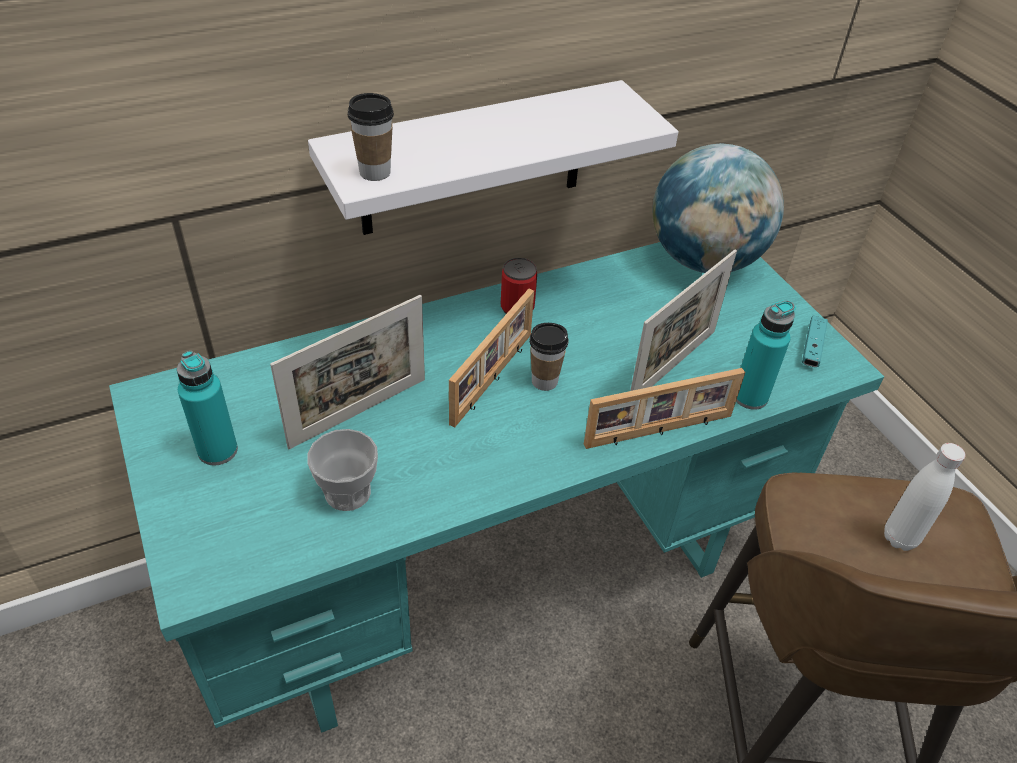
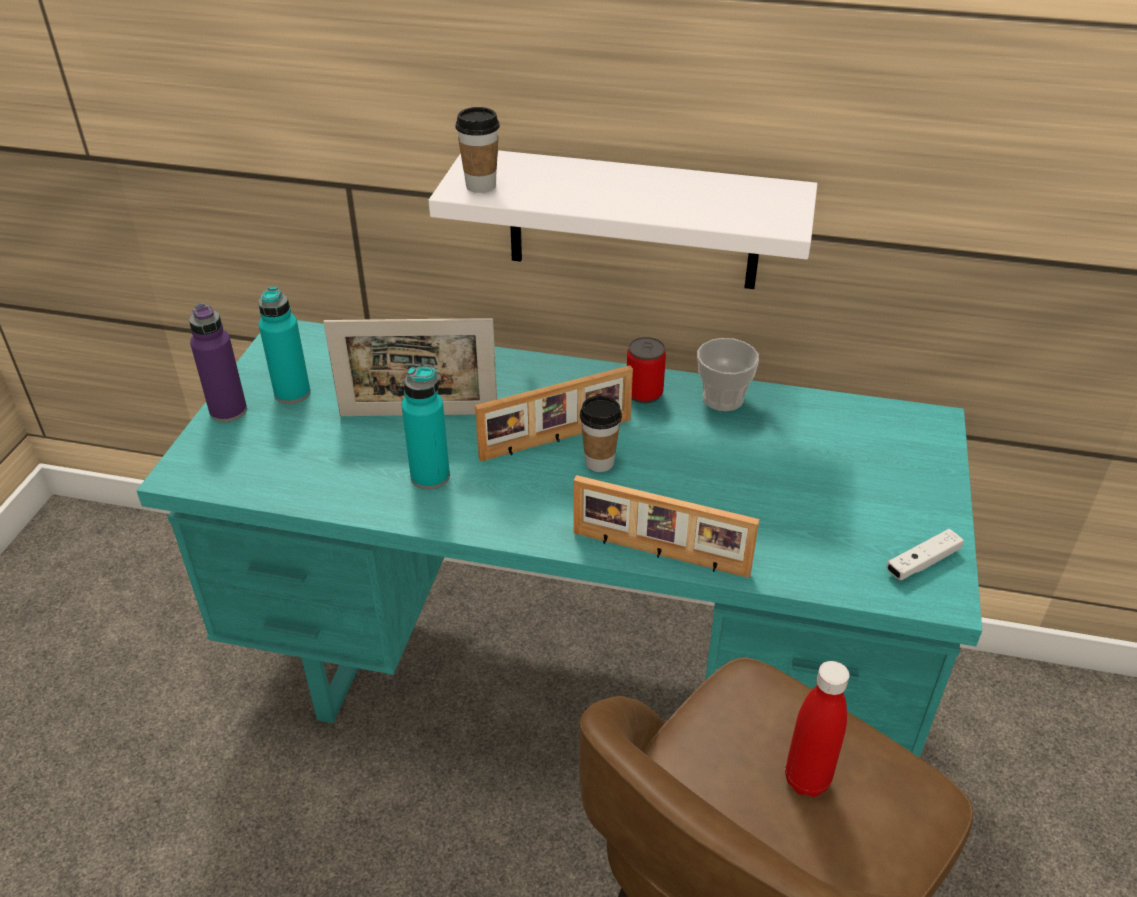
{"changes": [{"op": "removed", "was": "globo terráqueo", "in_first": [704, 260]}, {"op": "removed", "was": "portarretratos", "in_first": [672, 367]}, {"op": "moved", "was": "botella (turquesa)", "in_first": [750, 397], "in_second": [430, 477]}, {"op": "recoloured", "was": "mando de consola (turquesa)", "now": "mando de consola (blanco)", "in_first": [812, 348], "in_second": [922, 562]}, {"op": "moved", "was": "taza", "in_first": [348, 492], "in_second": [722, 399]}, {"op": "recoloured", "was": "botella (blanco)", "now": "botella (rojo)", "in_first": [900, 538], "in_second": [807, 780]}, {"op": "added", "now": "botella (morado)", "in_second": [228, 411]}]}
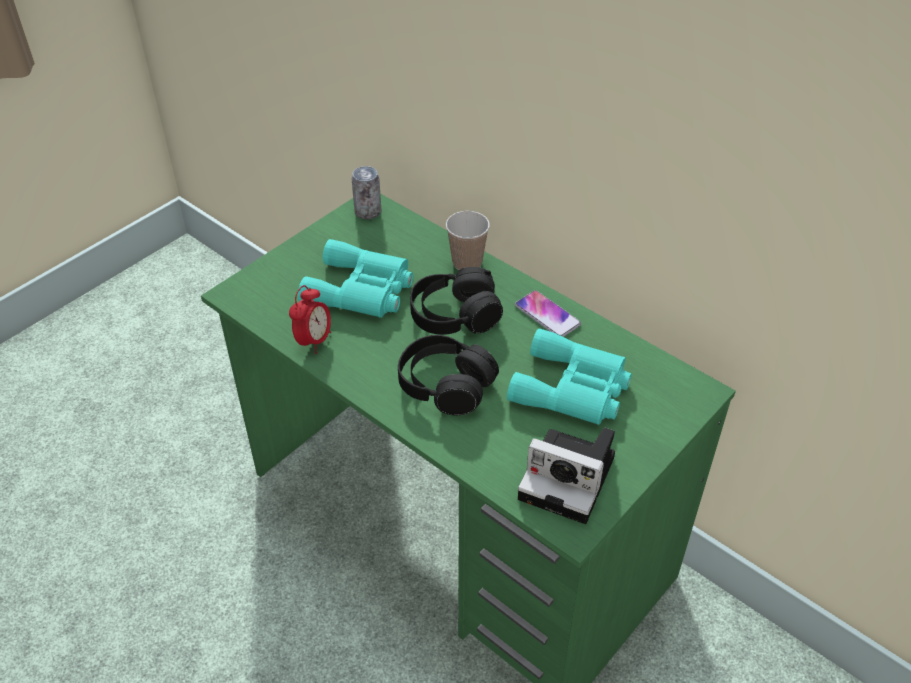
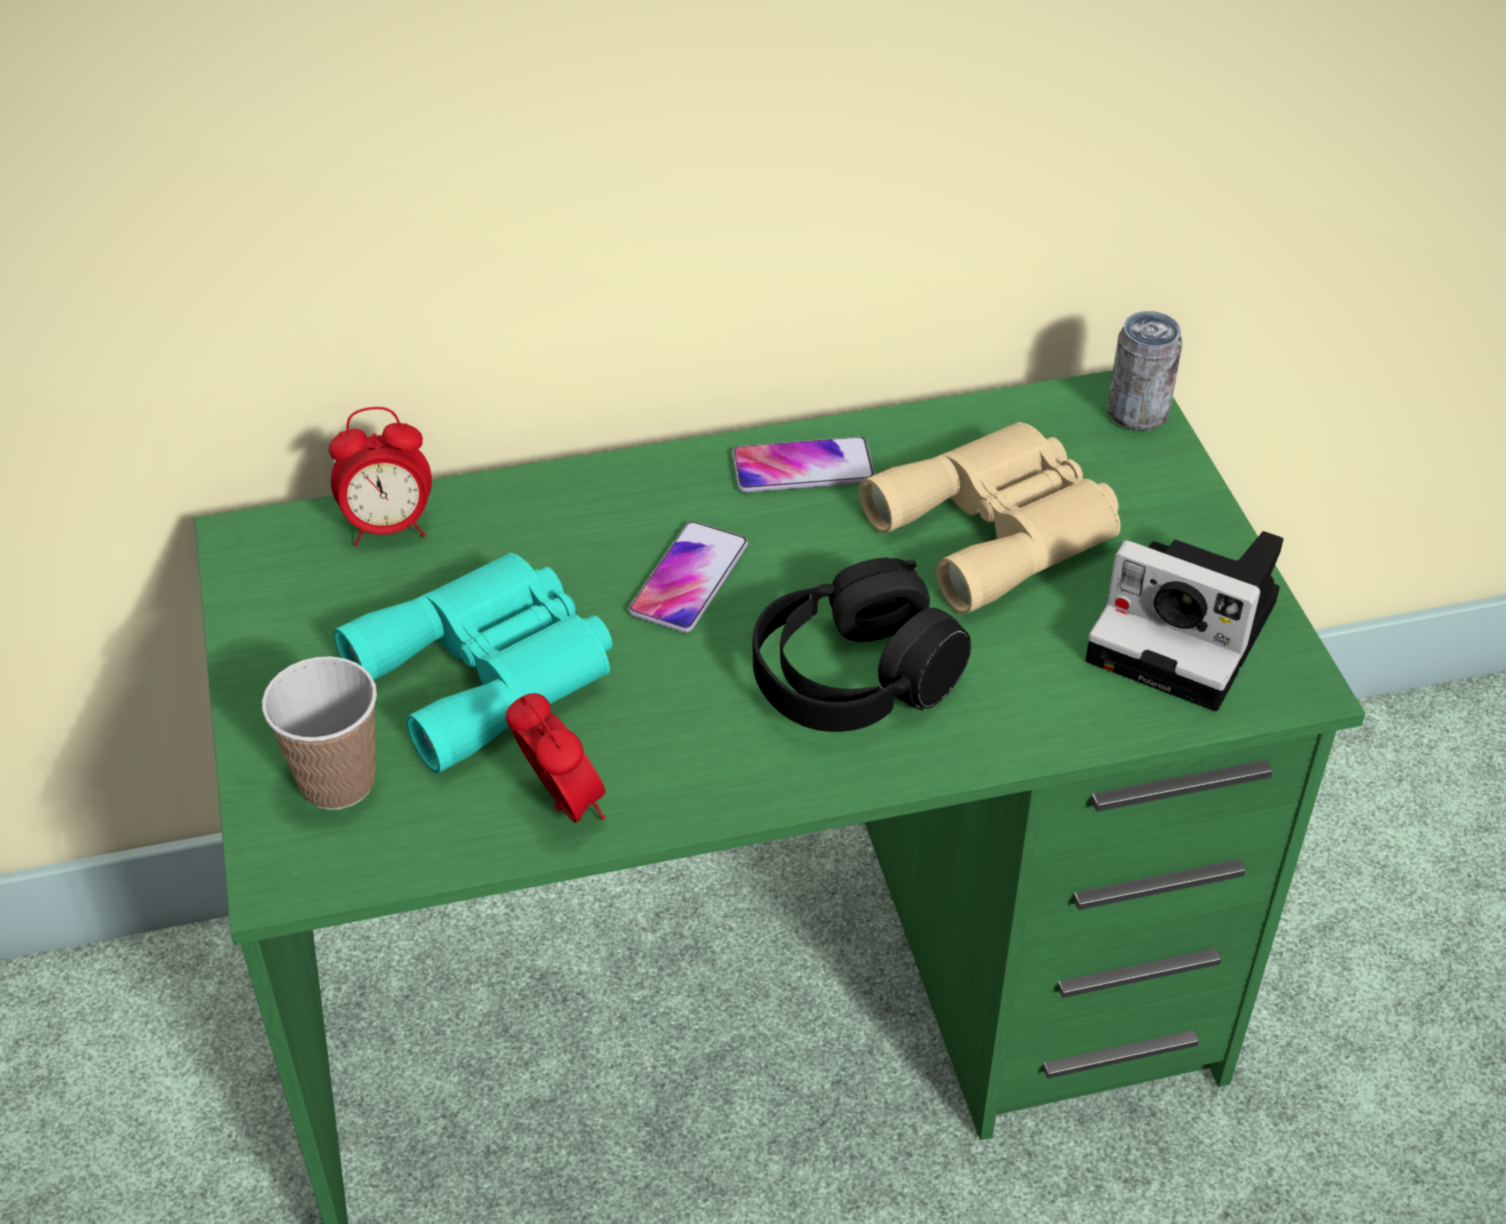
{"changes": [{"op": "moved", "was": "lata", "in_first": [368, 212], "in_second": [1137, 413]}, {"op": "moved", "was": "taza", "in_first": [467, 263], "in_second": [337, 782]}, {"op": "replaced", "was": "auriculares (negro)", "now": "móvil", "in_first": [454, 315], "in_second": [689, 579]}, {"op": "recoloured", "was": "prismáticos (turquesa)", "now": "prismáticos (beis)", "in_first": [573, 389], "in_second": [1001, 527]}, {"op": "turned", "was": "cámara", "in_first": [571, 478], "in_second": [1190, 632], "clockwise": 60}, {"op": "added", "now": "despertador", "in_second": [389, 527]}]}
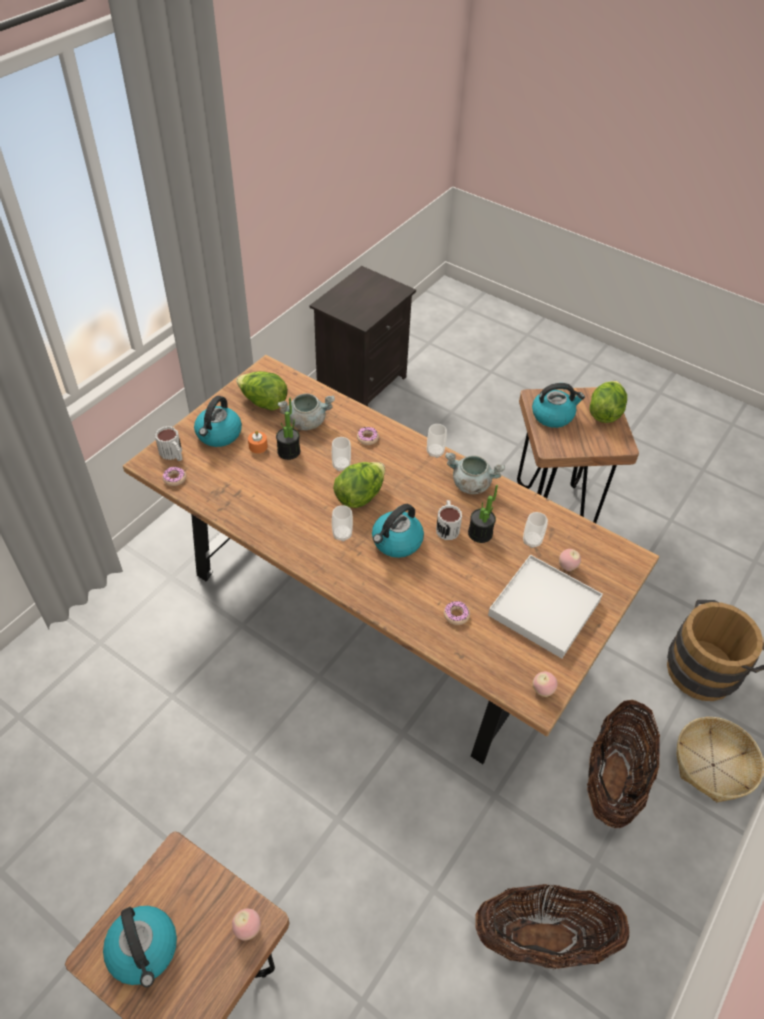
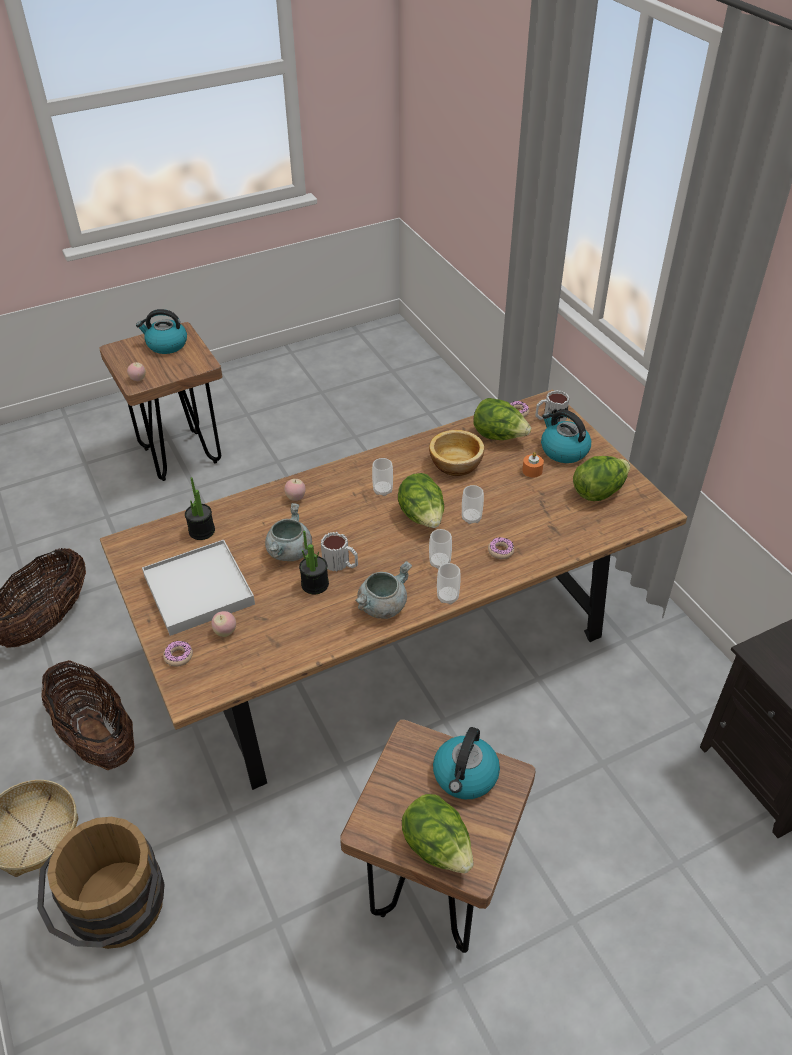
{"changes": [{"op": "moved", "was": "olla (gris)", "in_first": [307, 422], "in_second": [290, 552]}, {"op": "moved", "was": "planta en maceta", "in_first": [288, 451], "in_second": [202, 531]}, {"op": "removed", "was": "hervidor", "in_first": [396, 542]}, {"op": "moved", "was": "taza", "in_first": [532, 541], "in_second": [439, 562]}, {"op": "moved", "was": "rosquilla", "in_first": [456, 615], "in_second": [178, 656]}, {"op": "moved", "was": "manzana", "in_first": [542, 690], "in_second": [296, 498]}, {"op": "added", "now": "lechuga", "in_second": [499, 436]}, {"op": "added", "now": "cuenco", "in_second": [457, 464]}]}
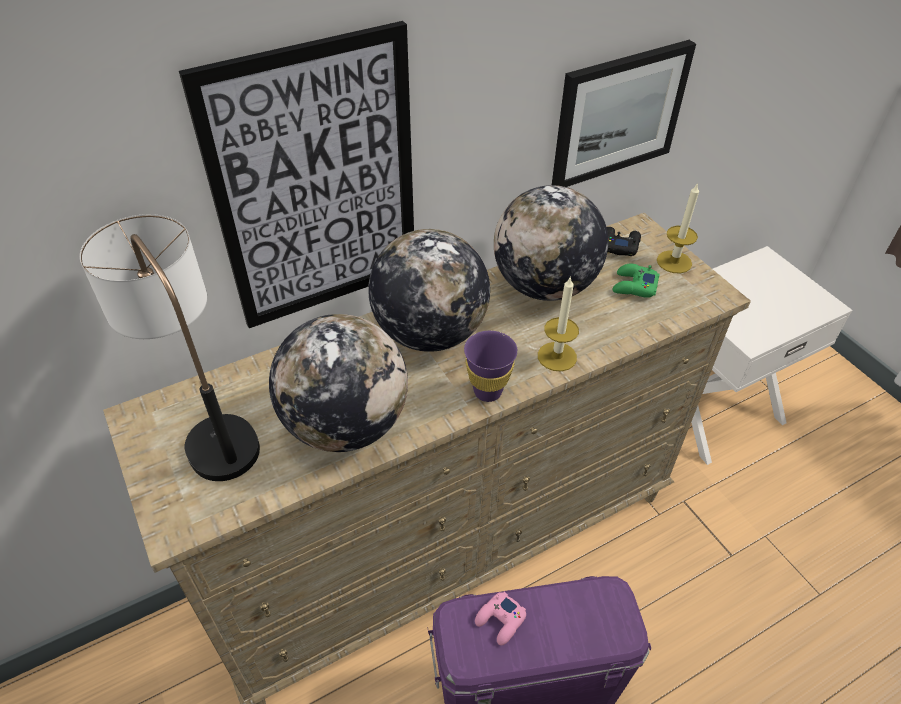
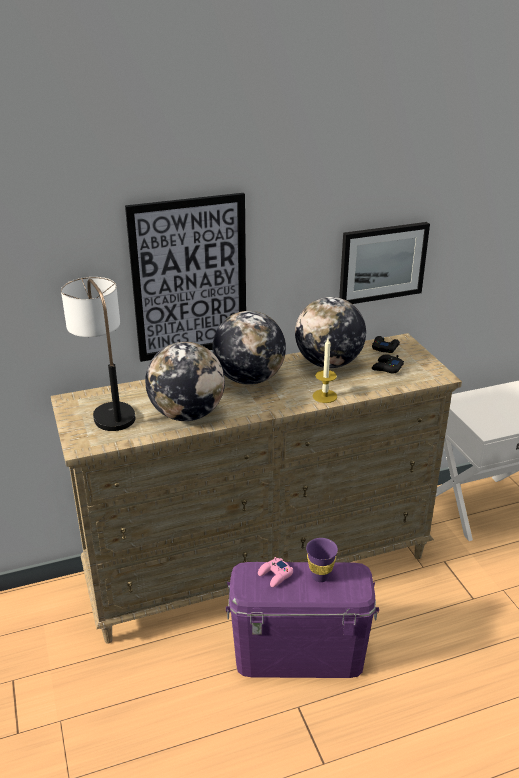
{"changes": [{"op": "removed", "was": "vela", "in_first": [674, 262]}, {"op": "recoloured", "was": "mando de consola (verde)", "now": "mando de consola (negro)", "in_first": [634, 286], "in_second": [386, 368]}, {"op": "moved", "was": "taza (morado)", "in_first": [487, 391], "in_second": [320, 576]}]}
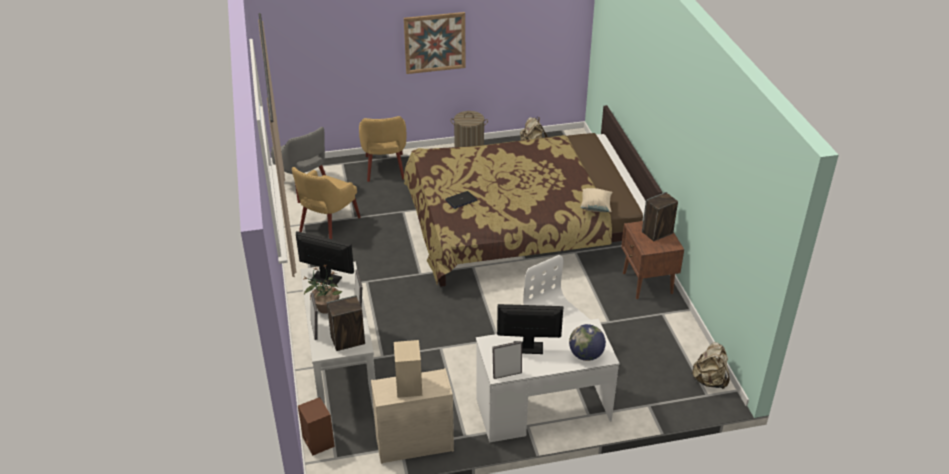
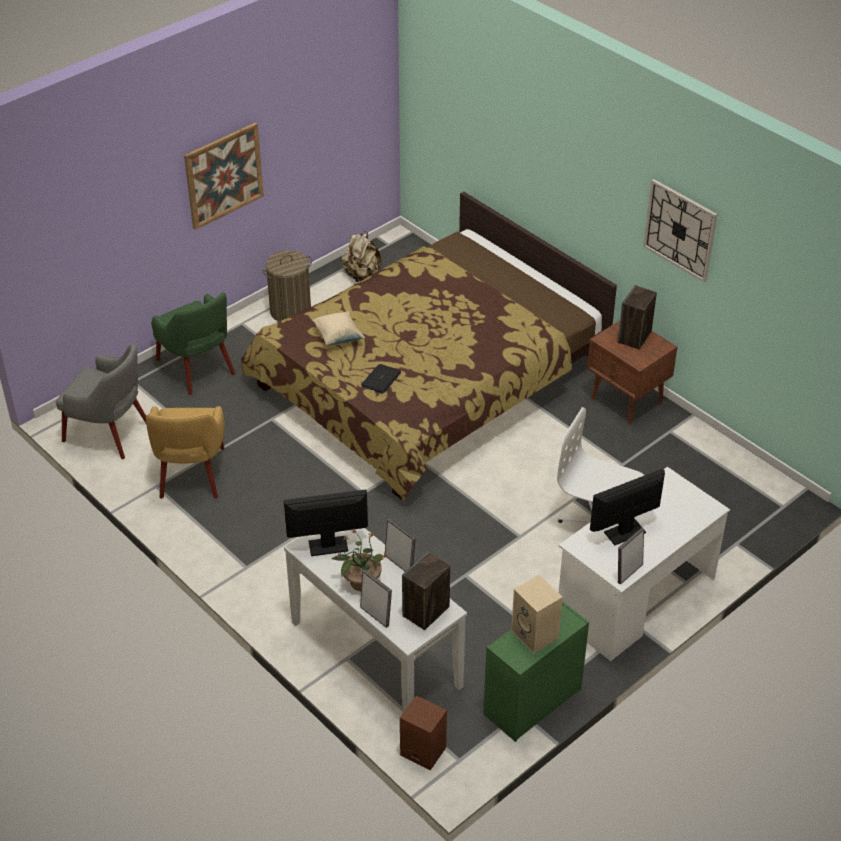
{"changes": [{"op": "recoloured", "was": "sillón (amarillo)", "now": "sillón (verde)", "in_first": [385, 168], "in_second": [197, 368]}, {"op": "moved", "was": "cojín (beis)", "in_first": [595, 207], "in_second": [338, 338]}, {"op": "removed", "was": "globo terráqueo", "in_first": [586, 355]}, {"op": "removed", "was": "mochila (beis)", "in_first": [709, 380]}, {"op": "recoloured", "was": "cómoda (beis)", "now": "cómoda (verde)", "in_first": [413, 444], "in_second": [531, 702]}, {"op": "added", "now": "reloj de pared", "in_second": [680, 230]}]}
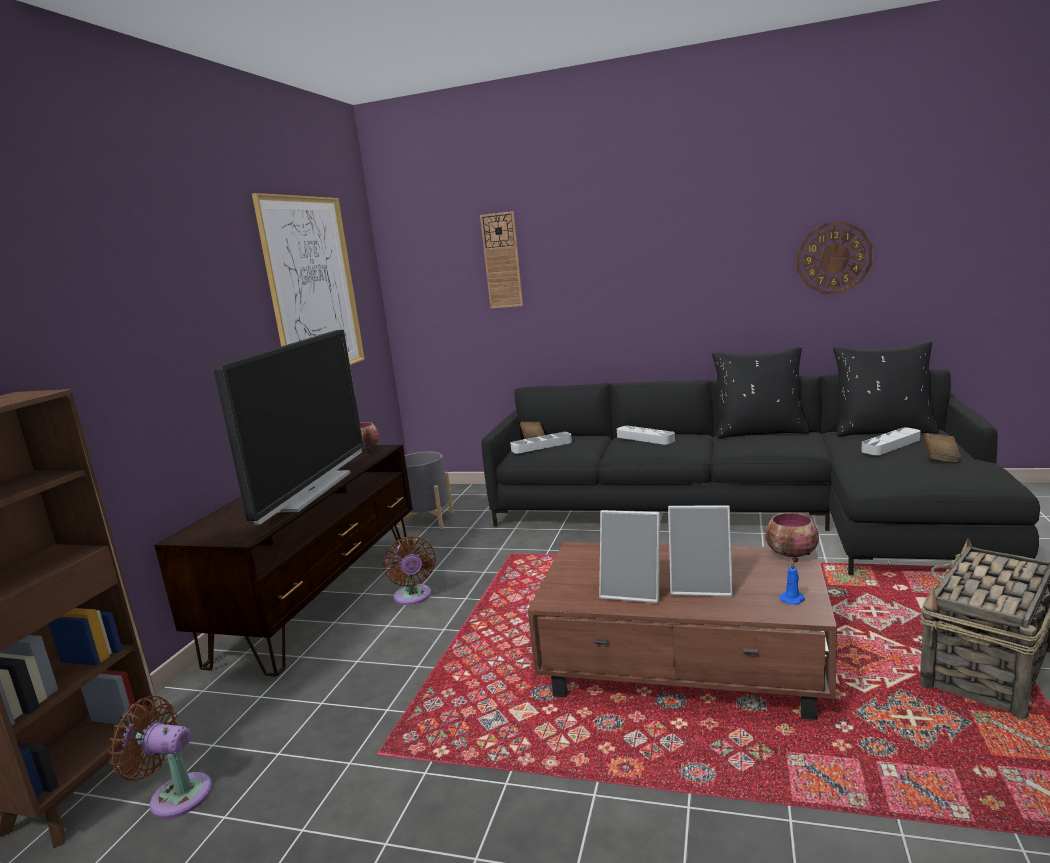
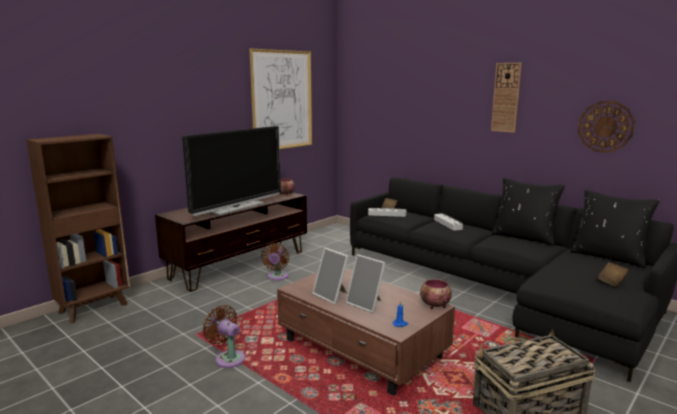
{"changes": [{"op": "moved", "was": "reloj de pared", "in_first": [502, 260], "in_second": [506, 97]}, {"op": "removed", "was": "bandeja (gris)", "in_first": [891, 445]}, {"op": "removed", "was": "maceta (gris)", "in_first": [427, 521]}, {"op": "moved", "was": "ventilador (marrón)", "in_first": [175, 795], "in_second": [228, 358]}]}
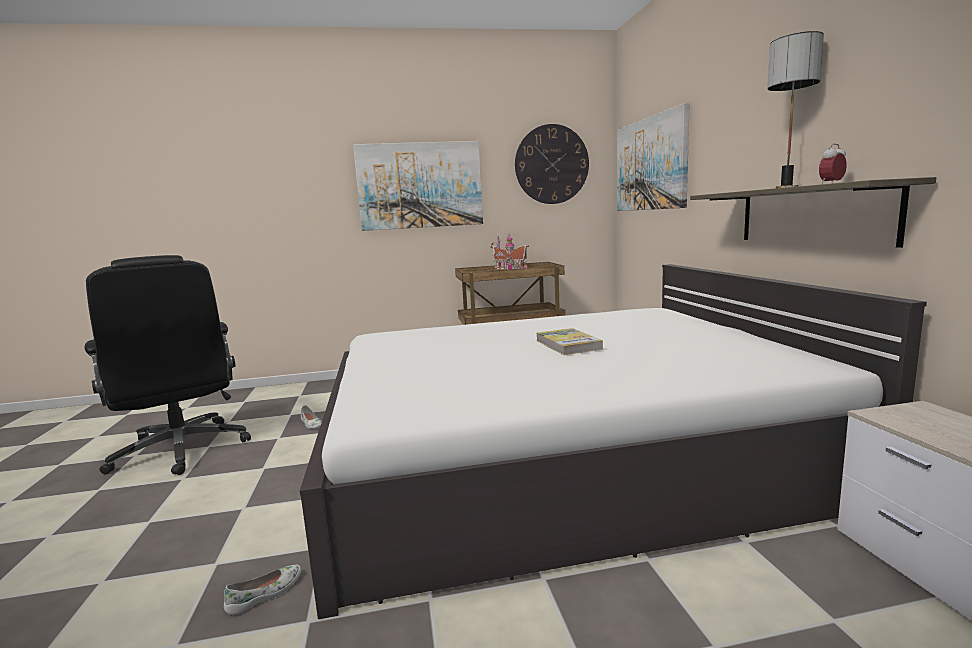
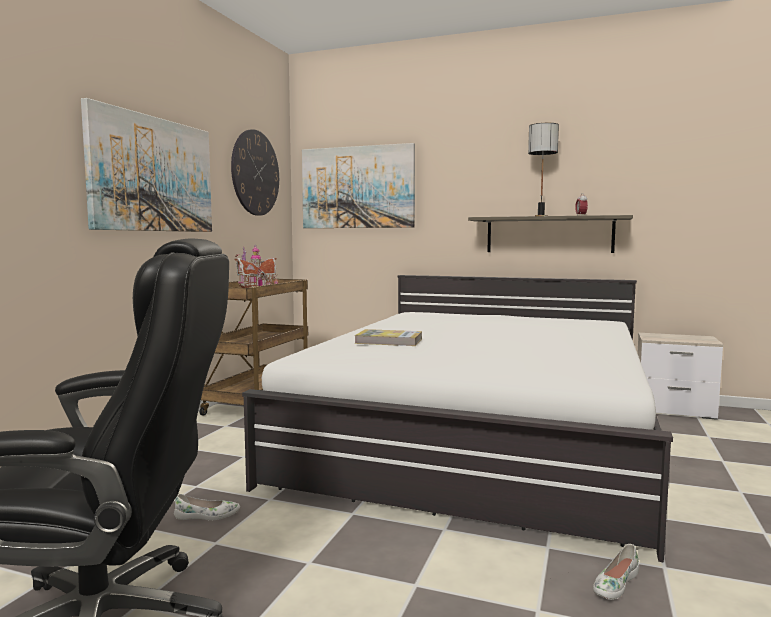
{"changes": [{"op": "moved", "was": "libro", "in_first": [568, 345], "in_second": [389, 341]}, {"op": "turned", "was": "zapato (blanco)", "in_first": [265, 594], "in_second": [615, 583], "clockwise": -120}]}
